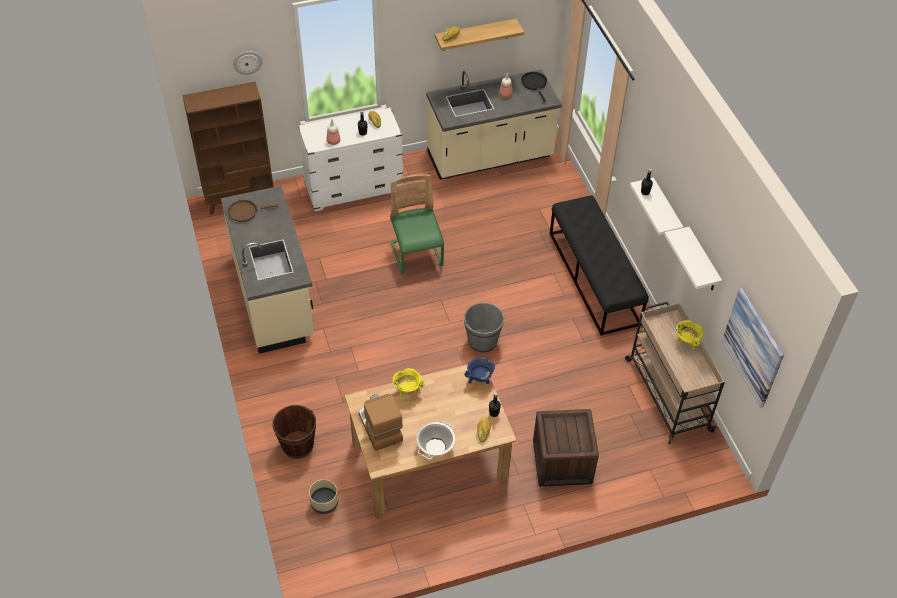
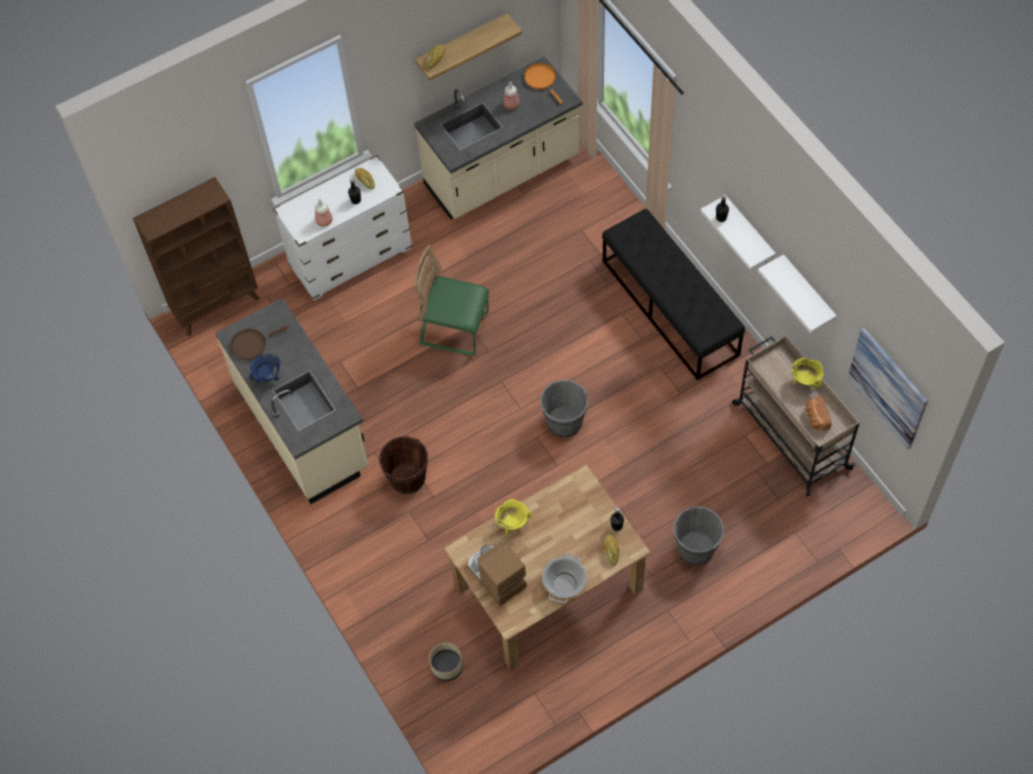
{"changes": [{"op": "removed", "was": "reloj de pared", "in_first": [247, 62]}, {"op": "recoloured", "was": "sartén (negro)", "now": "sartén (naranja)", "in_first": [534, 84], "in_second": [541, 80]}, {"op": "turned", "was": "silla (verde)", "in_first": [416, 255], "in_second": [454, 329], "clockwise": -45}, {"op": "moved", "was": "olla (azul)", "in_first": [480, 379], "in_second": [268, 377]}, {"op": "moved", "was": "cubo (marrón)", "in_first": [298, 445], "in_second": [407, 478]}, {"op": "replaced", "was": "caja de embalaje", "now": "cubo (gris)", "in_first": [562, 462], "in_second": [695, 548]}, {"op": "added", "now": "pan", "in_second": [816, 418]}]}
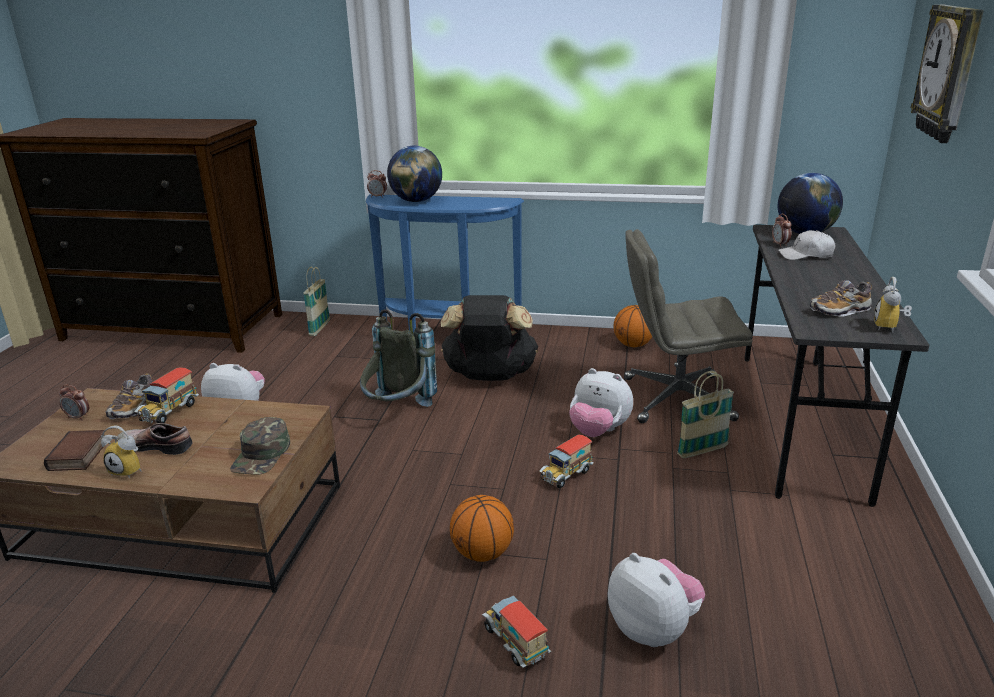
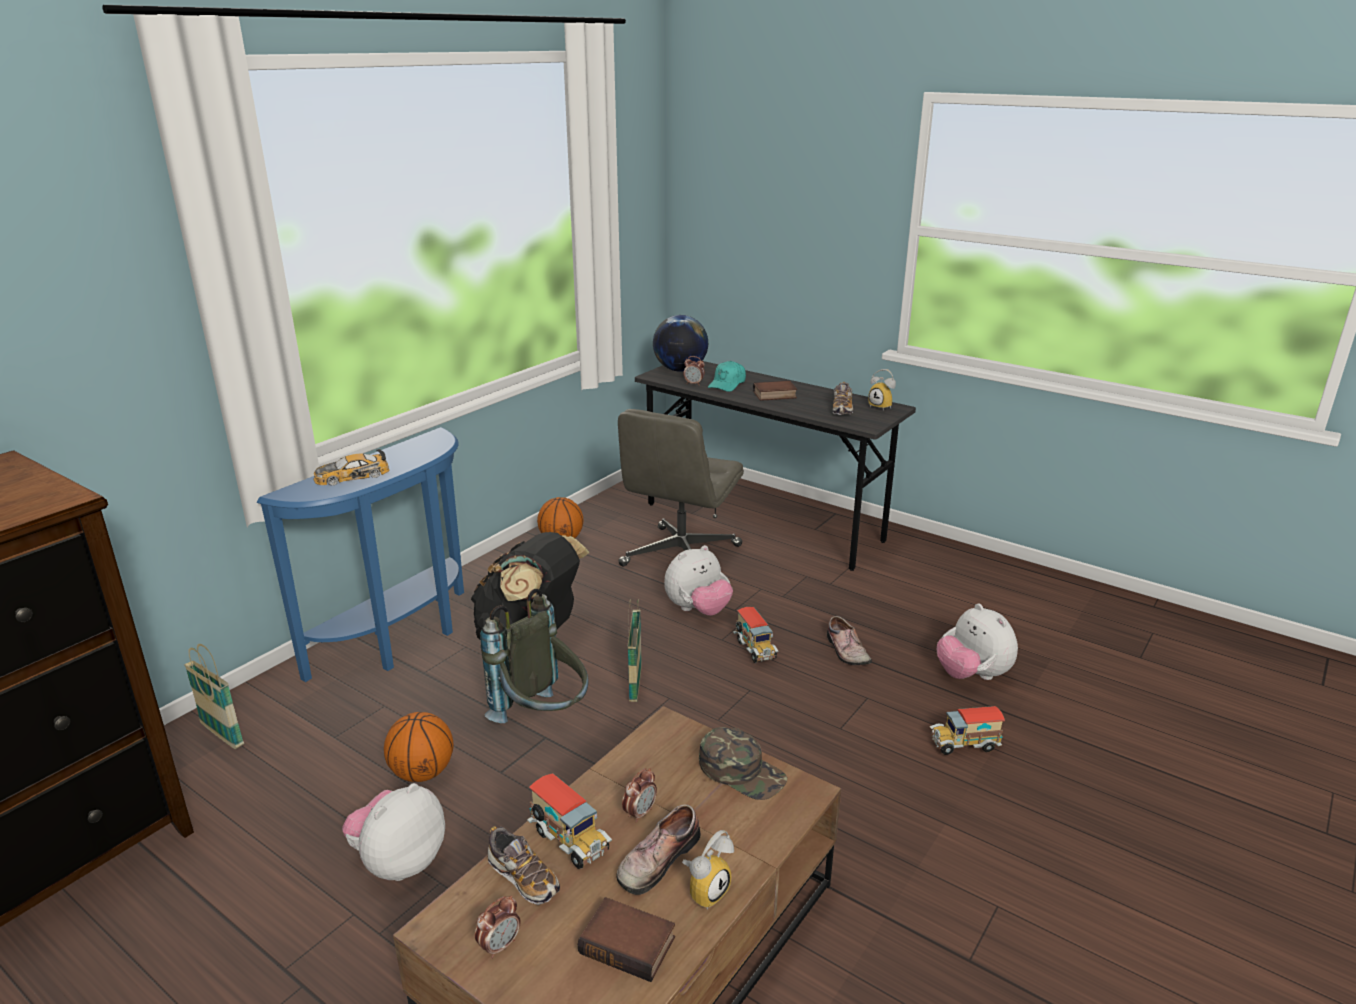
{"changes": [{"op": "removed", "was": "reloj de pared", "in_first": [949, 73]}, {"op": "replaced", "was": "globo terráqueo", "now": "coche de juguete", "in_first": [416, 201], "in_second": [351, 476]}, {"op": "moved", "was": "despertador", "in_first": [378, 196], "in_second": [640, 813]}, {"op": "recoloured", "was": "gorra (blanco)", "now": "gorra (turquesa)", "in_first": [806, 255], "in_second": [727, 384]}, {"op": "moved", "was": "cesta", "in_first": [702, 451], "in_second": [635, 685]}, {"op": "moved", "was": "balón de baloncesto", "in_first": [483, 553], "in_second": [423, 773]}, {"op": "turned", "was": "peluche", "in_first": [653, 629], "in_second": [972, 675], "clockwise": -105}, {"op": "added", "now": "libro", "in_second": [774, 395]}, {"op": "added", "now": "zapato", "in_second": [845, 651]}]}
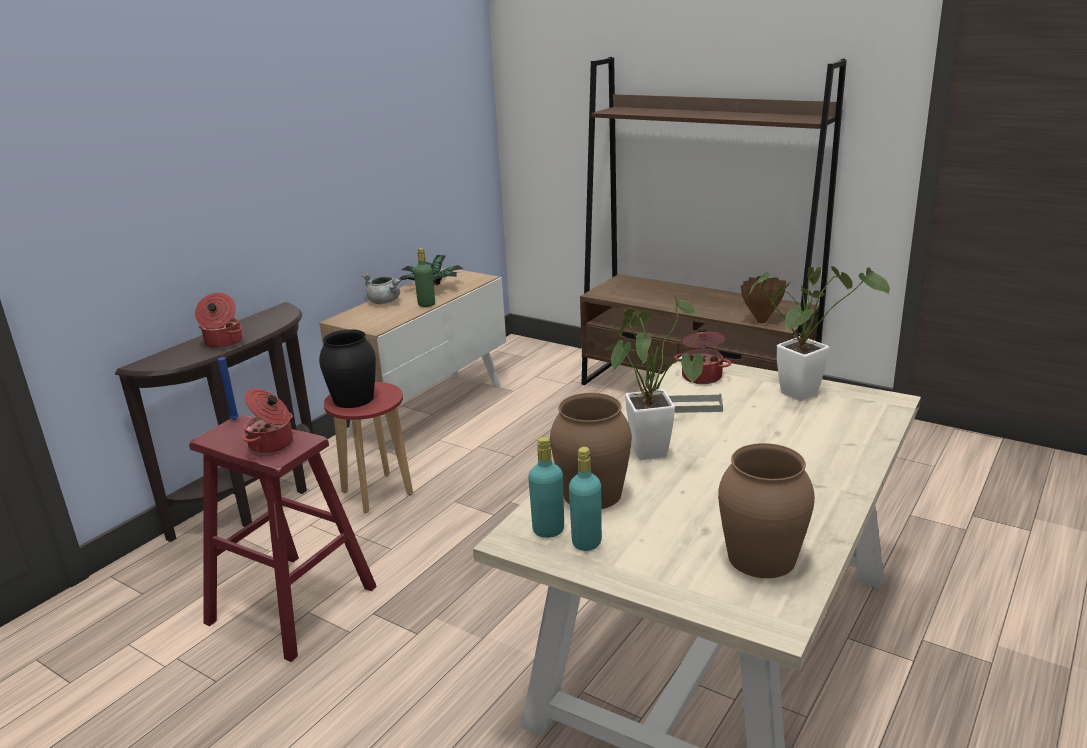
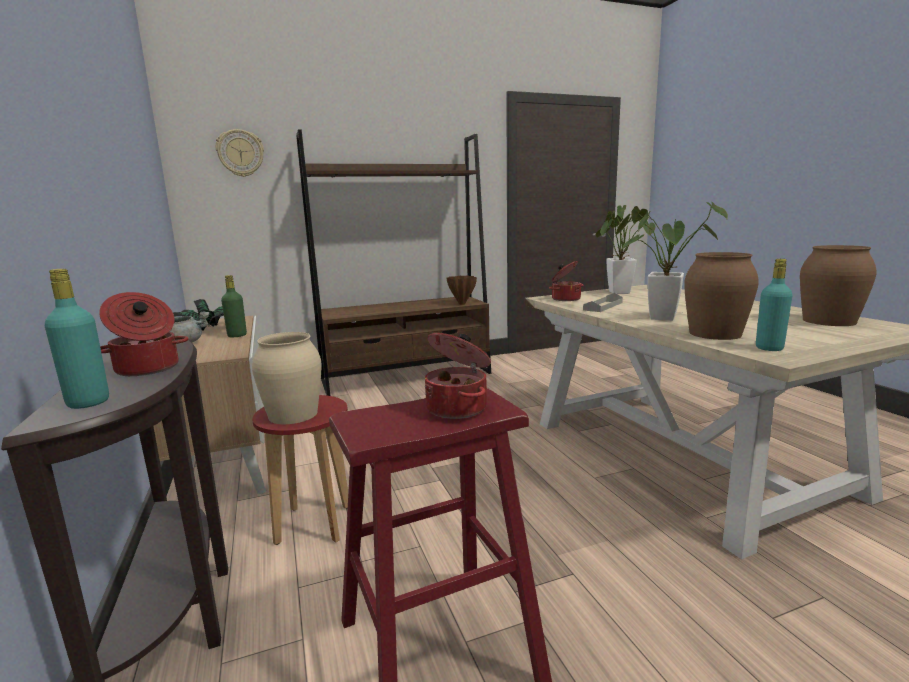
{"changes": [{"op": "recoloured", "was": "florero (negro)", "now": "florero (beis)", "in_first": [354, 399], "in_second": [294, 414]}, {"op": "removed", "was": "vela (azul)", "in_first": [236, 420]}, {"op": "moved", "was": "botella (turquesa)", "in_first": [586, 542], "in_second": [88, 402]}, {"op": "added", "now": "reloj de pared", "in_second": [240, 153]}]}
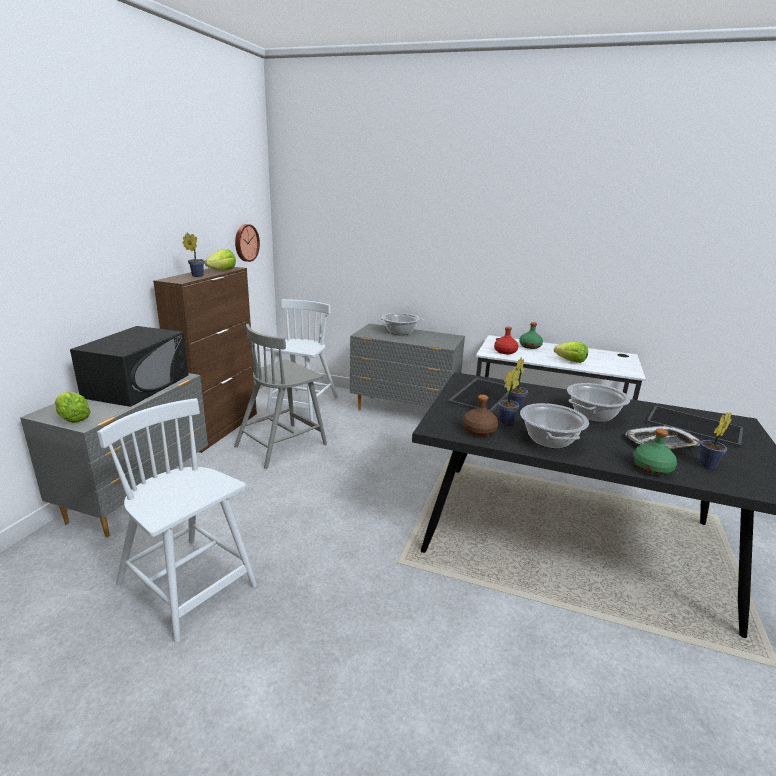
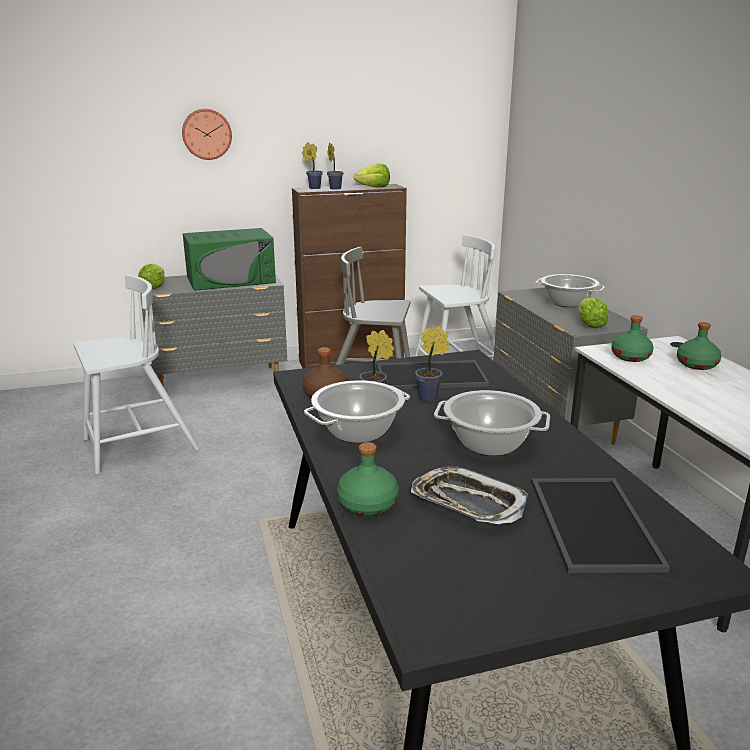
{"changes": [{"op": "moved", "was": "reloj de pared", "in_first": [245, 242], "in_second": [206, 134]}, {"op": "recoloured", "was": "microondas (negro)", "now": "microondas (verde)", "in_first": [138, 386], "in_second": [231, 280]}, {"op": "recoloured", "was": "botella (rojo)", "now": "botella (verde)", "in_first": [505, 351], "in_second": [631, 357]}, {"op": "moved", "was": "lechuga", "in_first": [570, 361], "in_second": [589, 324]}, {"op": "turned", "was": "silla (blanco)", "in_first": [188, 586], "in_second": [138, 446], "clockwise": 60}, {"op": "moved", "was": "planta en maceta", "in_first": [705, 466], "in_second": [313, 188]}]}
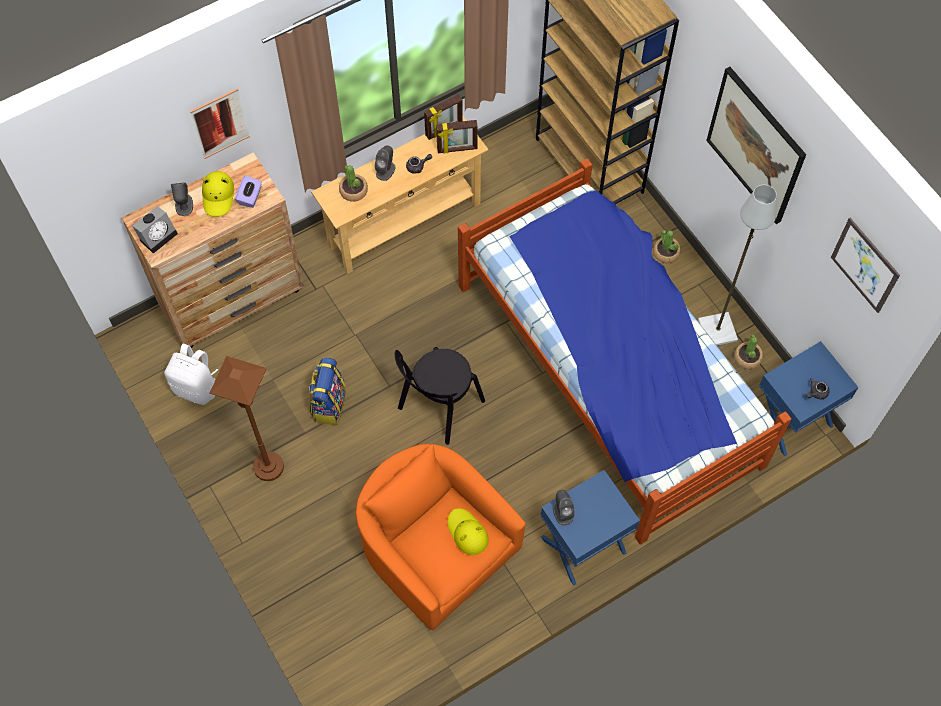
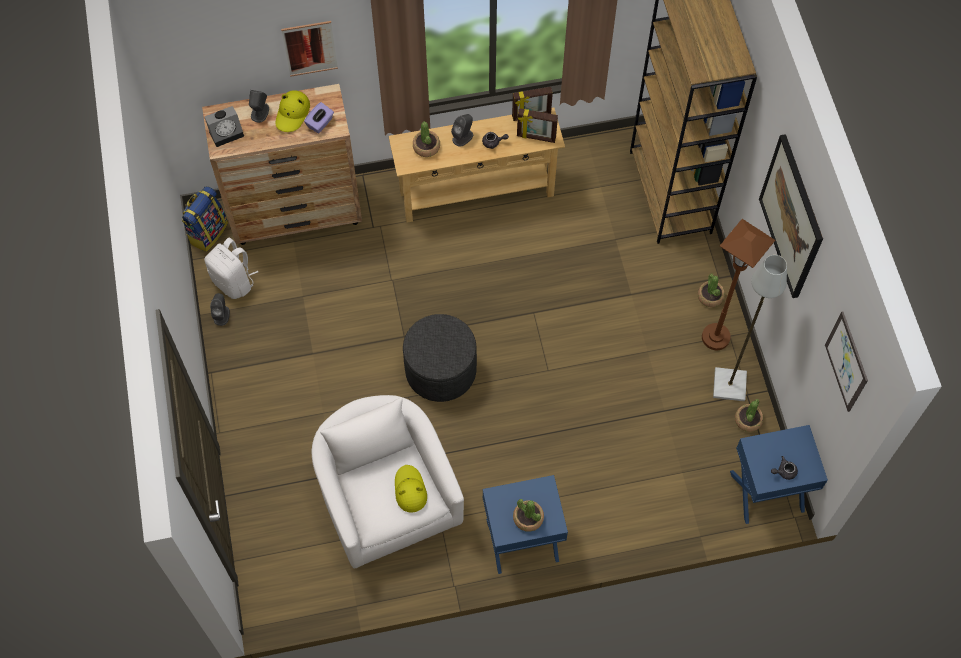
{"changes": [{"op": "removed", "was": "cama", "in_first": [609, 372]}, {"op": "replaced", "was": "silla (negro)", "now": "puf (gris)", "in_first": [438, 407], "in_second": [440, 370]}, {"op": "moved", "was": "lámpara de pie (marrón)", "in_first": [268, 467], "in_second": [715, 337]}, {"op": "moved", "was": "mochila", "in_first": [328, 404], "in_second": [207, 232]}, {"op": "recoloured", "was": "sillón (naranja)", "now": "sillón (blanco)", "in_first": [435, 547], "in_second": [387, 496]}, {"op": "moved", "was": "altavoz (gris)", "in_first": [562, 512], "in_second": [221, 315]}, {"op": "added", "now": "planta en maceta", "in_second": [528, 518]}]}
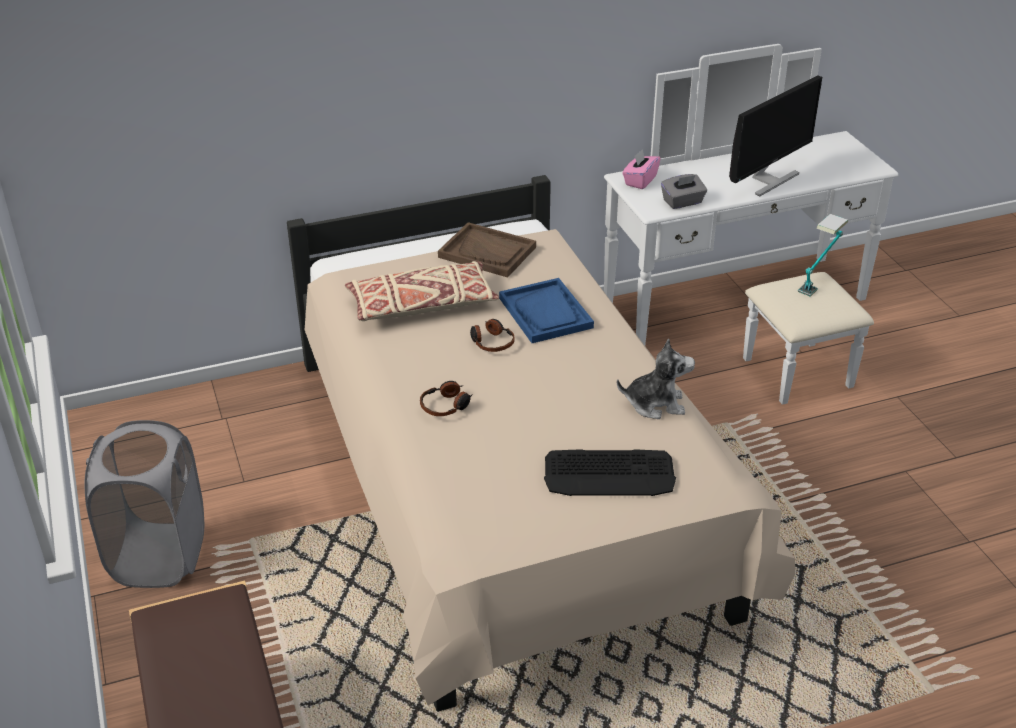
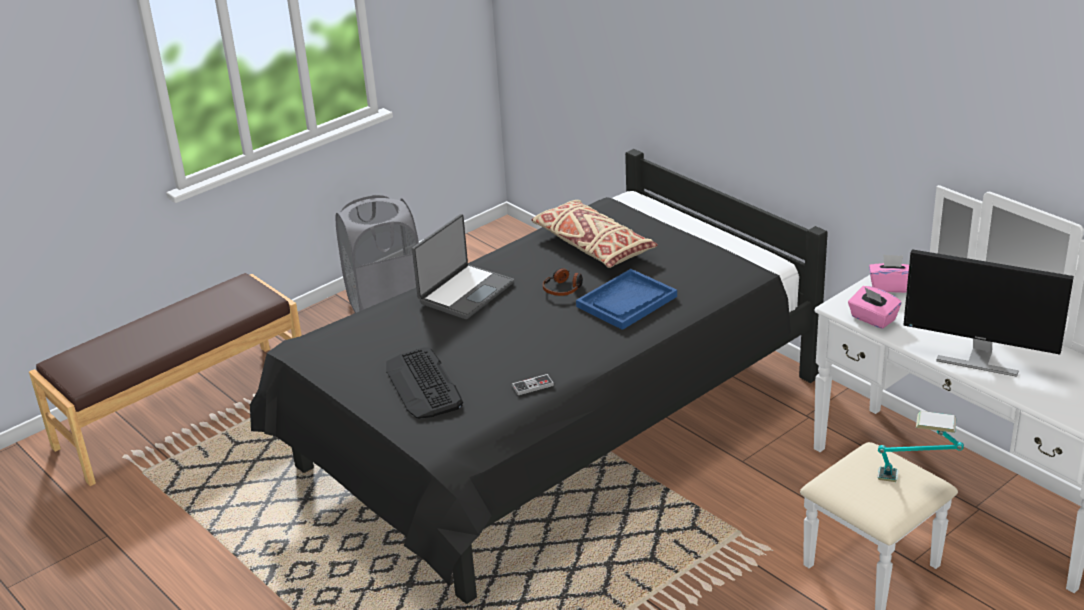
{"changes": [{"op": "recoloured", "was": "caja de pañuelos (gris)", "now": "caja de pañuelos (rosa)", "in_first": [682, 202], "in_second": [872, 319]}, {"op": "recoloured", "was": "cama (beis)", "now": "cama (negro)", "in_first": [507, 492], "in_second": [549, 430]}, {"op": "removed", "was": "bandeja (marrón)", "in_first": [487, 252]}, {"op": "replaced", "was": "peluche", "now": "mando de consola", "in_first": [655, 404], "in_second": [533, 386]}, {"op": "replaced", "was": "auriculares", "now": "portátil", "in_first": [446, 406], "in_second": [465, 292]}]}
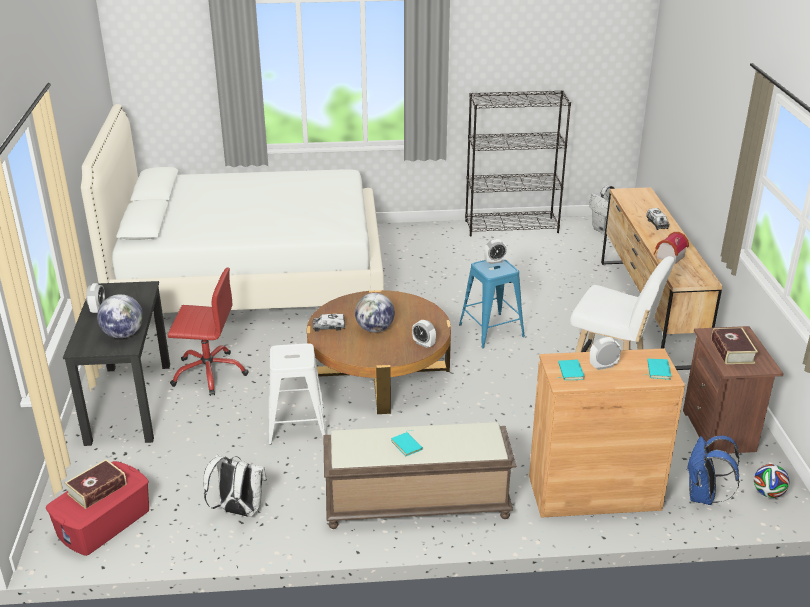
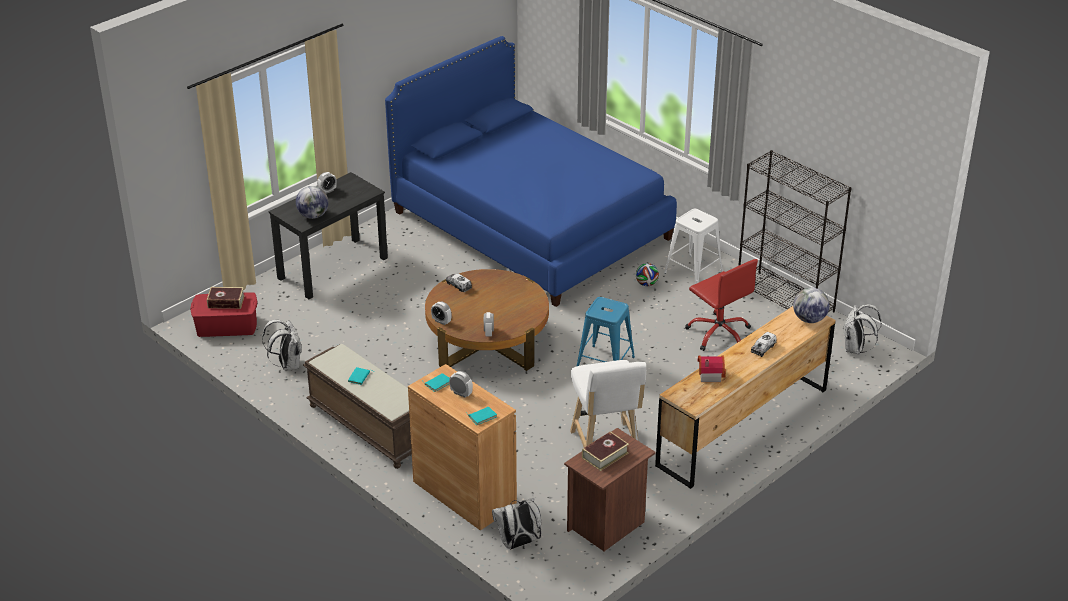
{"changes": [{"op": "recoloured", "was": "cama (blanco)", "now": "cama (azul)", "in_first": [250, 276], "in_second": [530, 224]}, {"op": "moved", "was": "despertador", "in_first": [495, 261], "in_second": [441, 321]}, {"op": "moved", "was": "silla de oficina (rojo)", "in_first": [209, 373], "in_second": [719, 334]}, {"op": "moved", "was": "globo terráqueo", "in_first": [375, 329], "in_second": [809, 319]}, {"op": "moved", "was": "taburete (blanco)", "in_first": [297, 424], "in_second": [693, 272]}, {"op": "recoloured", "was": "mochila (azul)", "now": "mochila (blanco)", "in_first": [703, 496], "in_second": [517, 543]}, {"op": "moved", "was": "balón de fútbol", "in_first": [768, 493], "in_second": [646, 284]}]}
